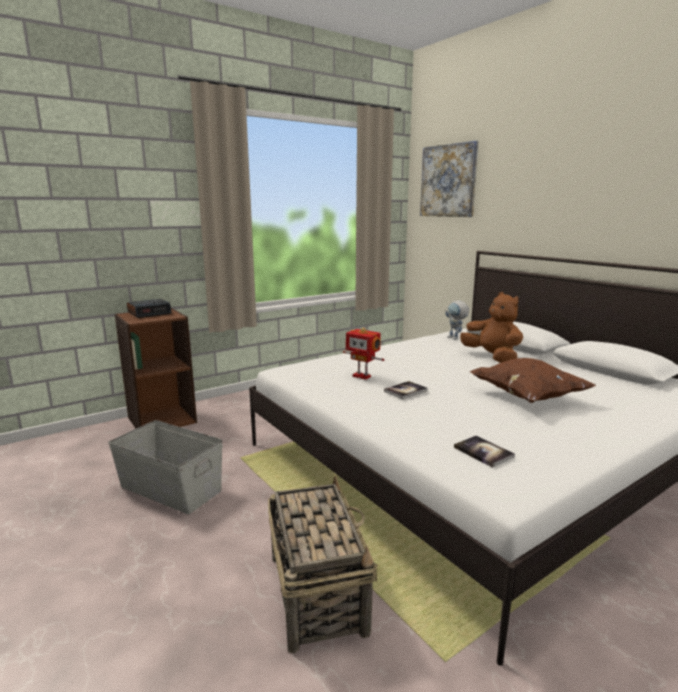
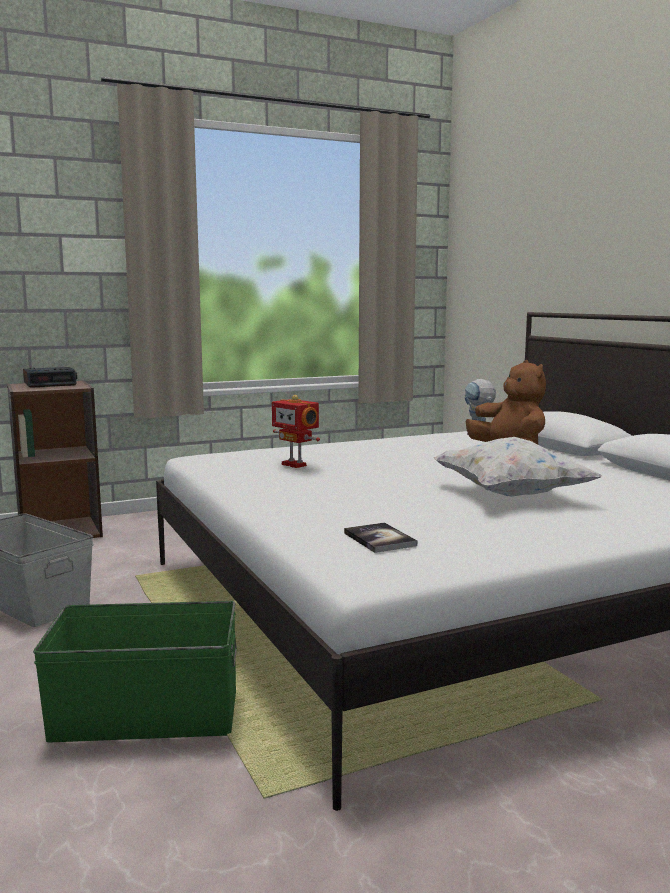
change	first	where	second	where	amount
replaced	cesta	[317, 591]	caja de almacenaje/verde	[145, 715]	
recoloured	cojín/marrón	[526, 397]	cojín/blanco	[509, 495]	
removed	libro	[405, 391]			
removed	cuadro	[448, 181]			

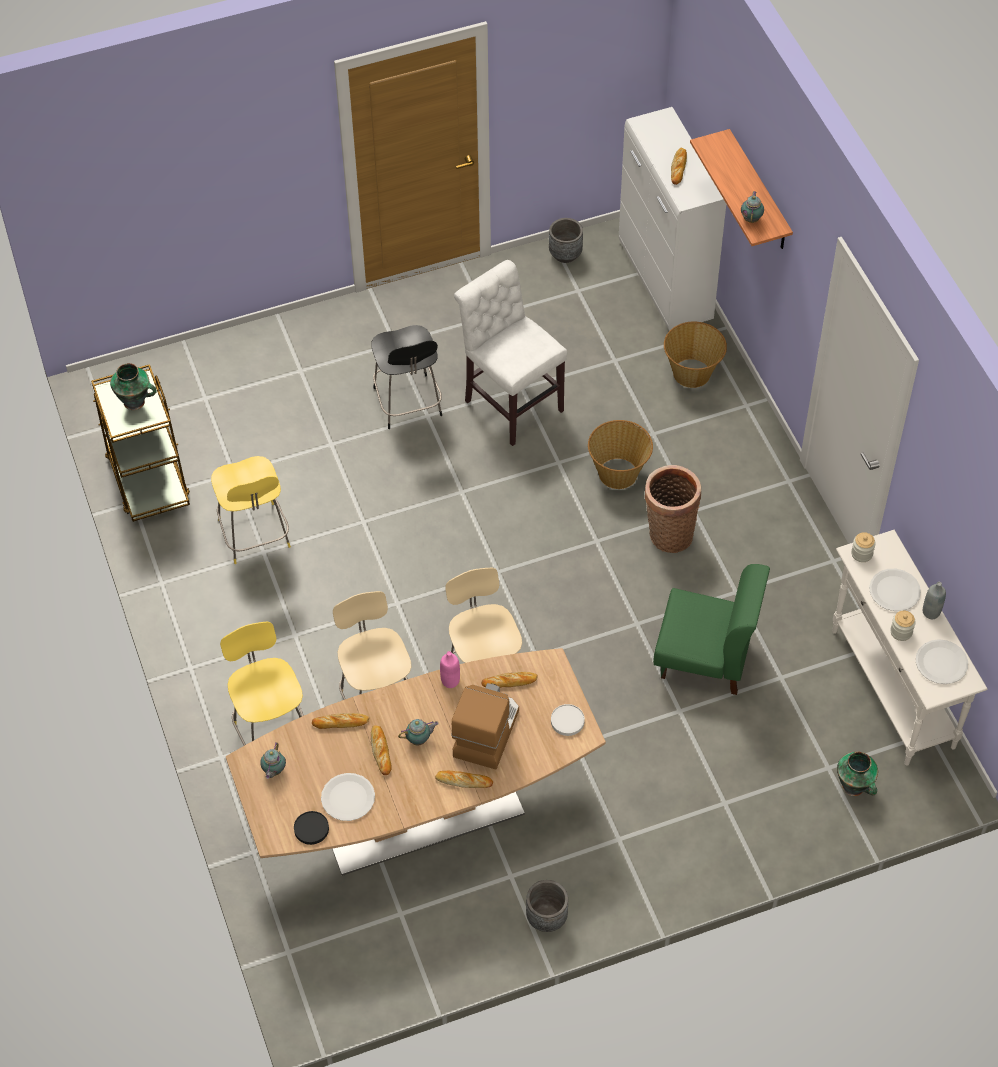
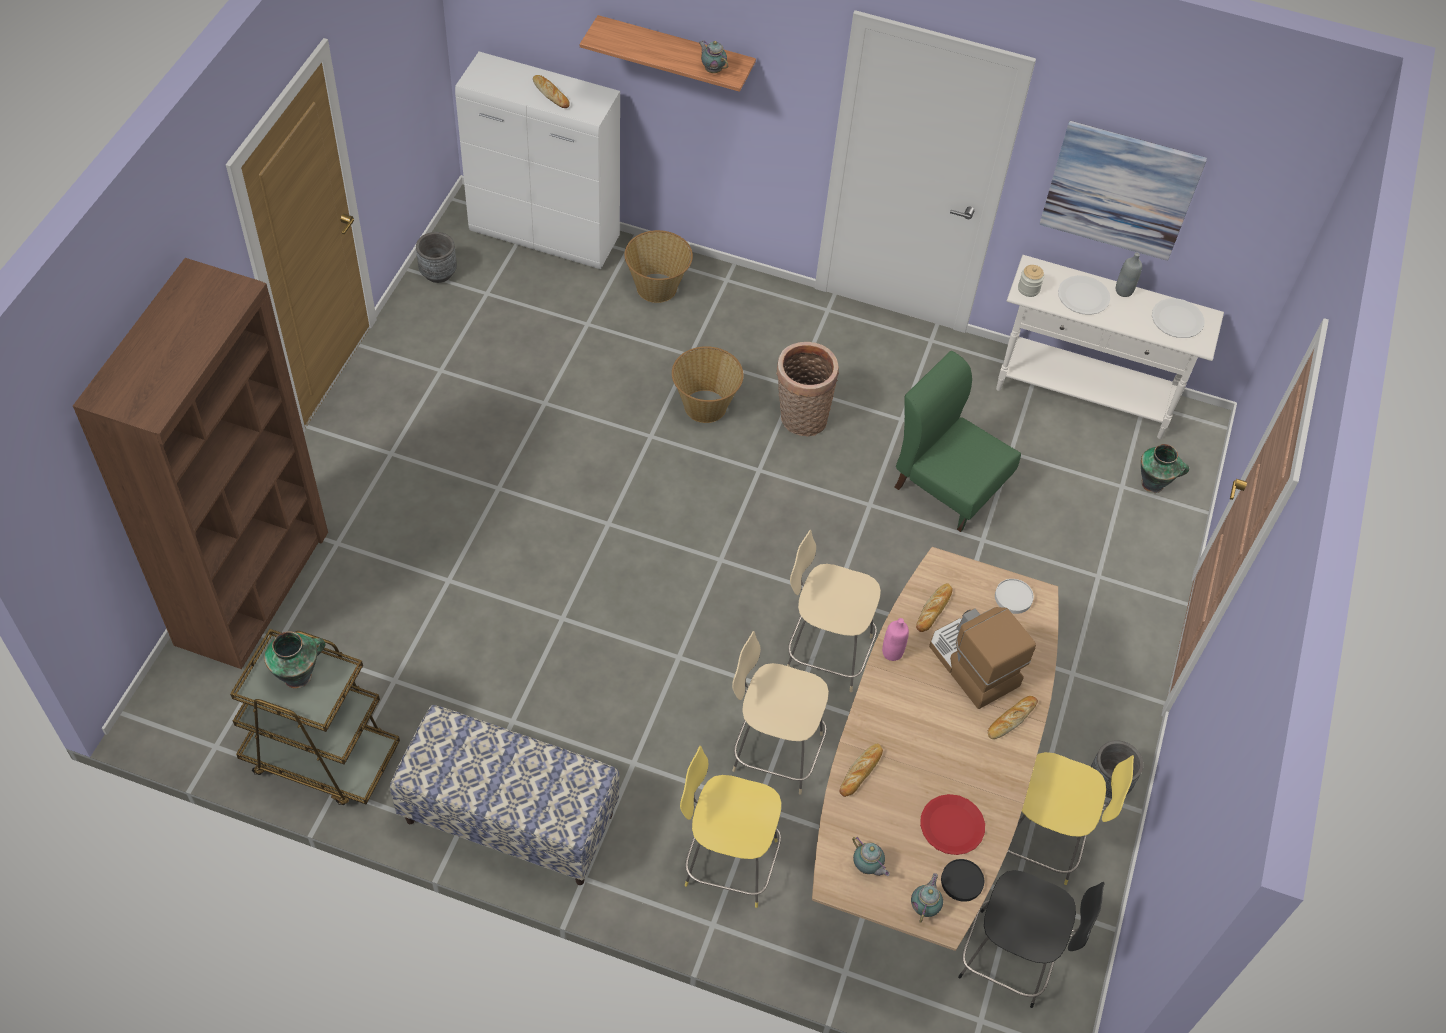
change	first	where	second	where	amount
added			estantería/marrón	[253, 586]	
added			banco	[509, 818]	
turned	silla/verde	[705, 658]		[947, 486]	105 degrees counterclockwise
moved	tetera	[419, 739]		[924, 907]	
recoloured	plato/blanco	[348, 798]	plato/rojo	[952, 825]	
moved	taburete/negro	[408, 404]		[1010, 960]	
moved	taburete/amarillo	[255, 536]		[1042, 842]	
added			cuadro	[1120, 190]	
removed	pan	[381, 751]			
removed	silla/blanco	[510, 403]			
removed	tarro	[901, 632]			

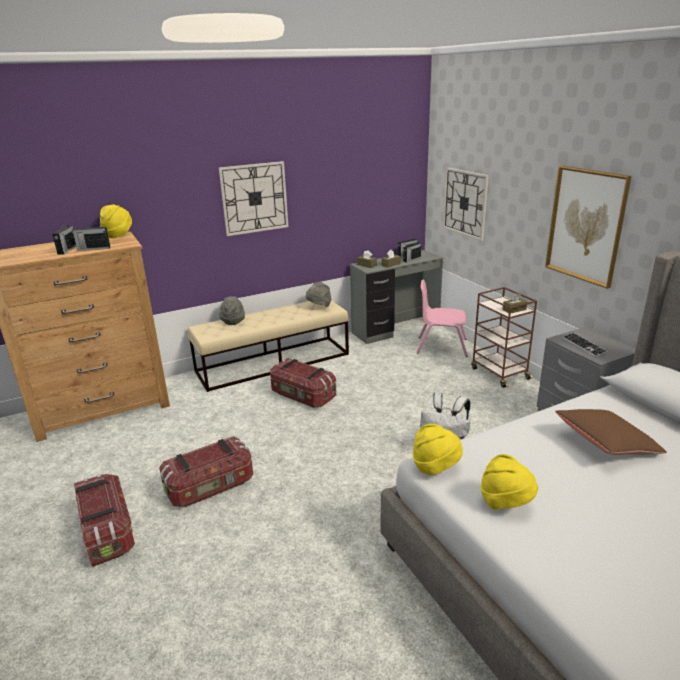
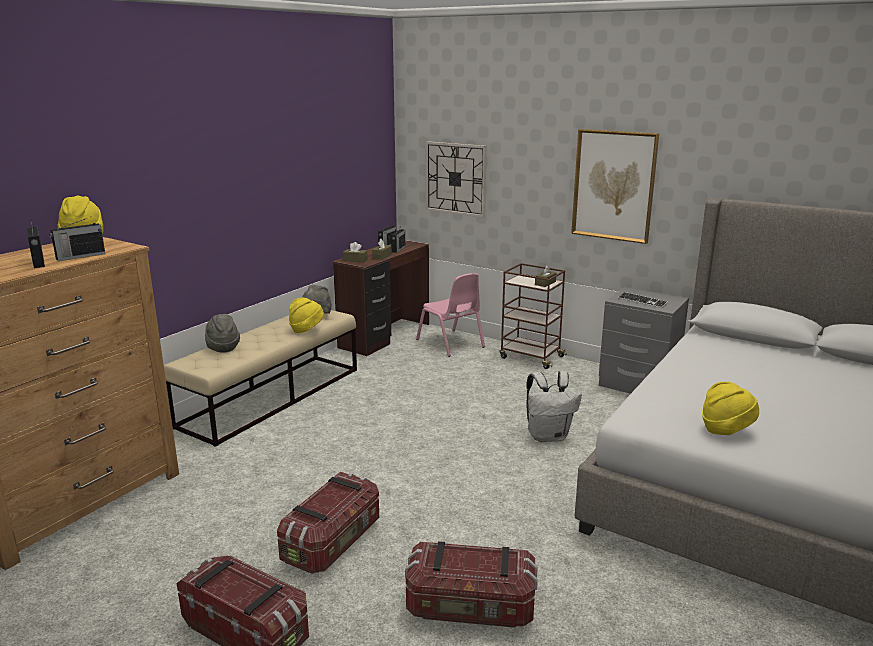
change	first	where	second	where	amount
moved	sombrero/amarillo	[435, 467]		[306, 330]	
recoloured	escritorio/gris	[396, 329]	escritorio/marrón	[386, 336]	
moved	caja de almacenaje	[302, 396]		[470, 608]	
turned	silla/rosa	[441, 346]		[450, 343]	105 degrees counterclockwise
removed	reloj de pared	[254, 198]			
removed	cojín/marrón	[606, 444]			

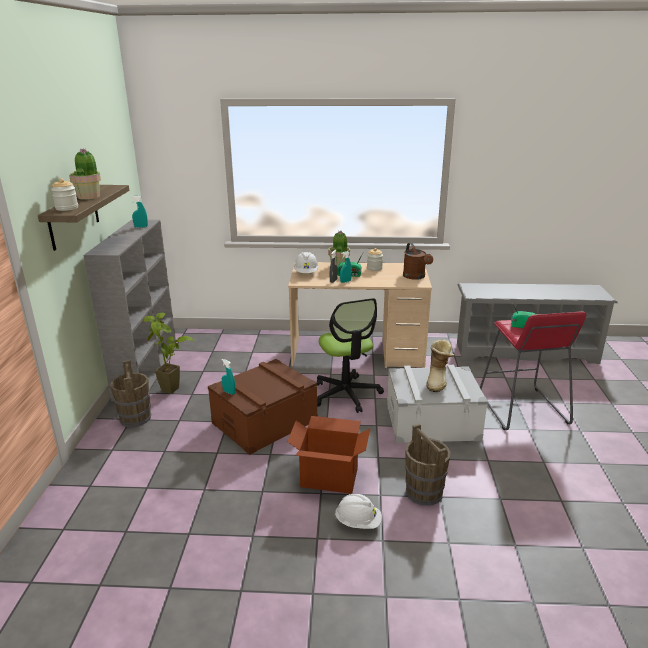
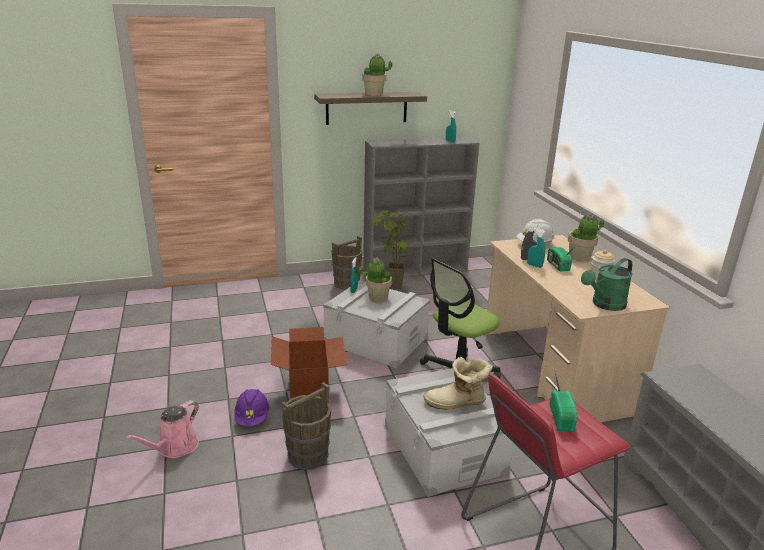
change	first	where	second	where	amount
added			regadera/rosa	[175, 448]	
recoloured	casco/blanco	[358, 522]	casco/morado	[252, 418]	
recoloured	caja de almacenaje/marrón	[264, 421]	caja de almacenaje/gris	[376, 340]	
added			planta en maceta	[377, 297]	
recoloured	regadera/marrón	[416, 277]	regadera/verde	[605, 305]	
removed	tarro	[67, 208]			

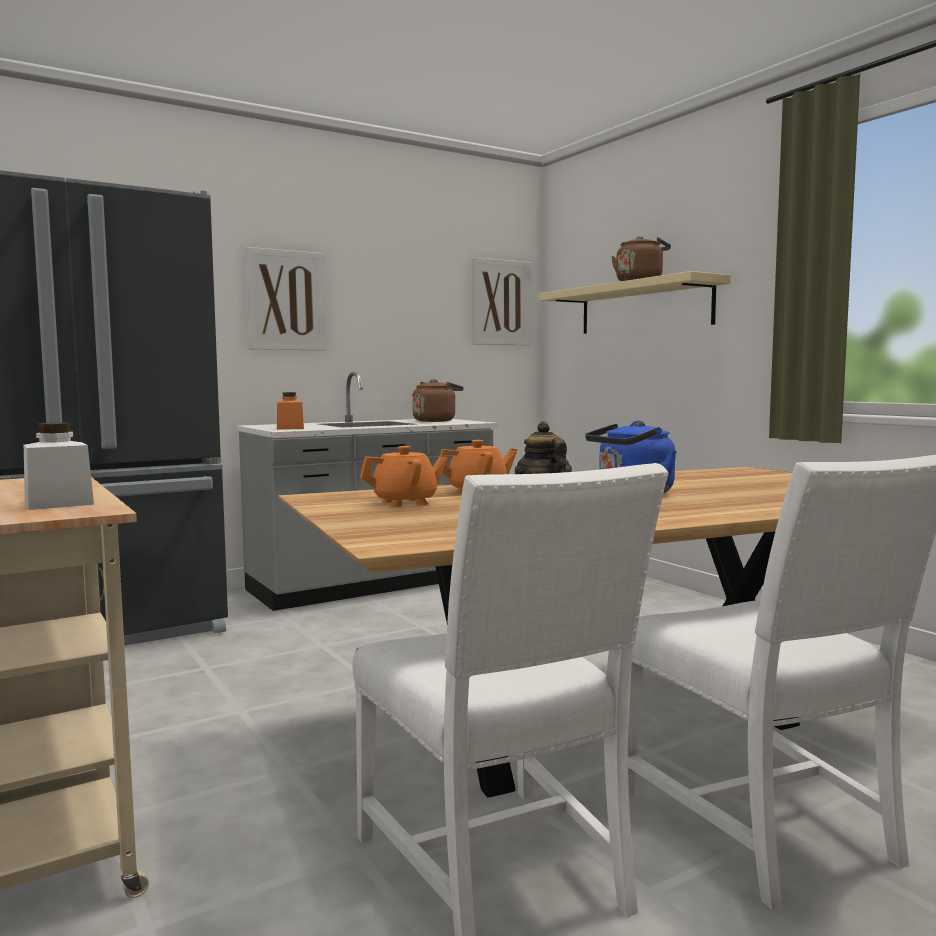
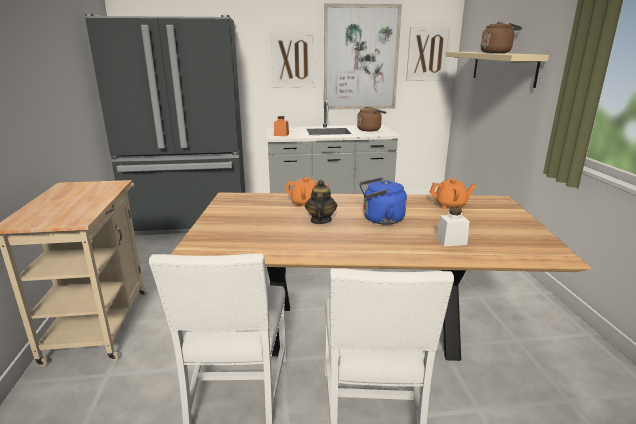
change	first	where	second	where	amount
added			cuadro	[361, 58]	
moved	tetera/naranja	[405, 502]		[450, 205]	
moved	tarro/blanco	[59, 504]		[451, 241]	

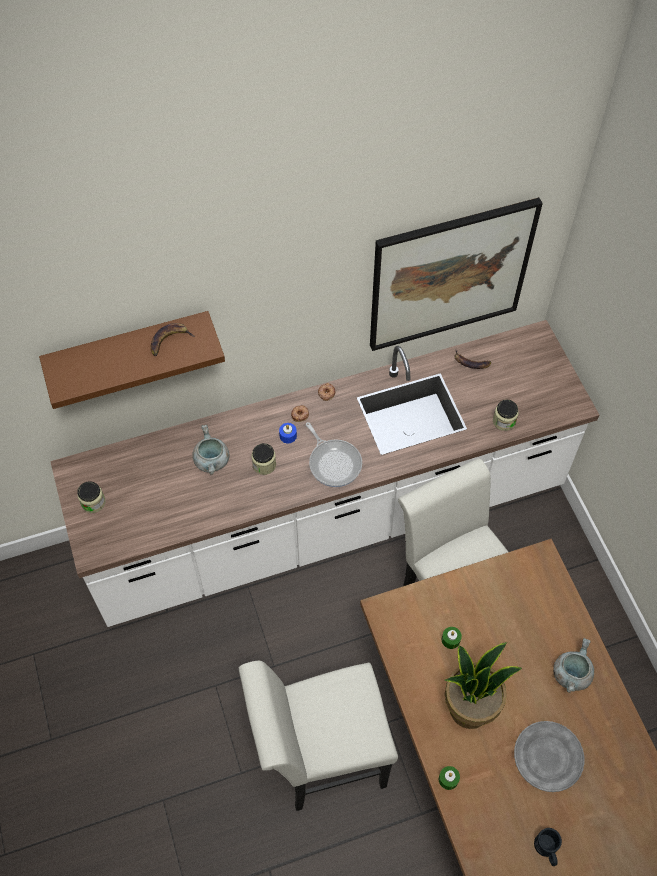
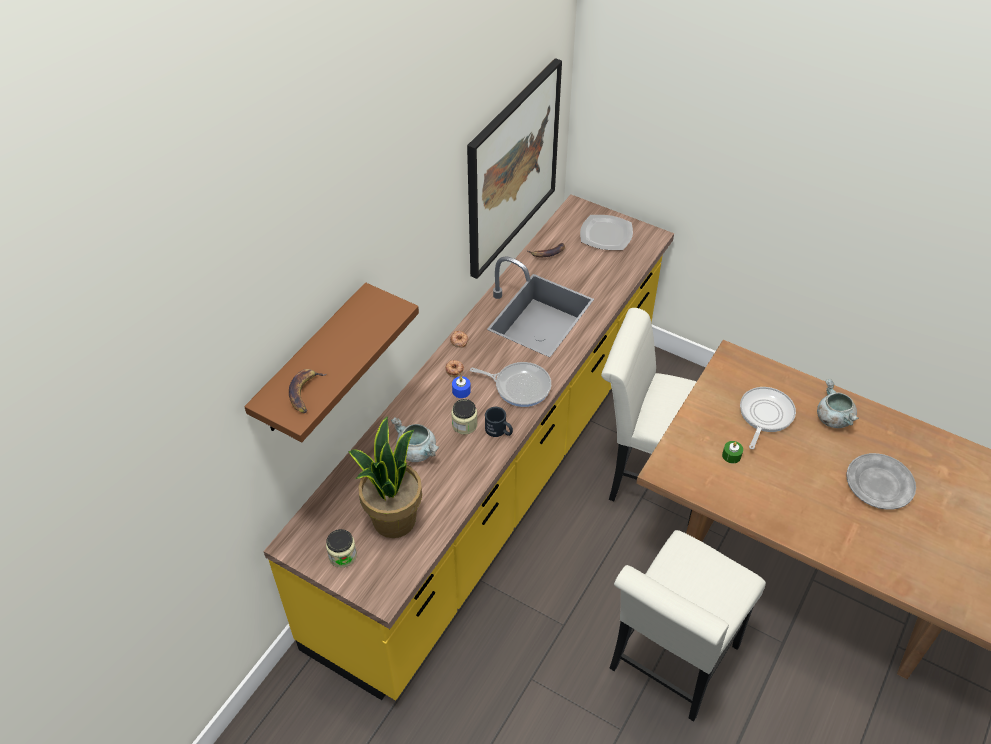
change	first	where	second	where	amount
recoloured	mueble bajo de cocina/blanco	[328, 519]	mueble bajo de cocina/amarillo	[495, 482]	
moved	plátano	[169, 340]		[305, 392]	
moved	planta en maceta	[469, 707]		[393, 519]	
moved	taza grande/negro	[547, 850]		[499, 431]	
added			plato	[606, 235]	
added			sartén	[764, 415]	
removed	vela/verde	[448, 779]			
removed	tarro	[504, 421]			

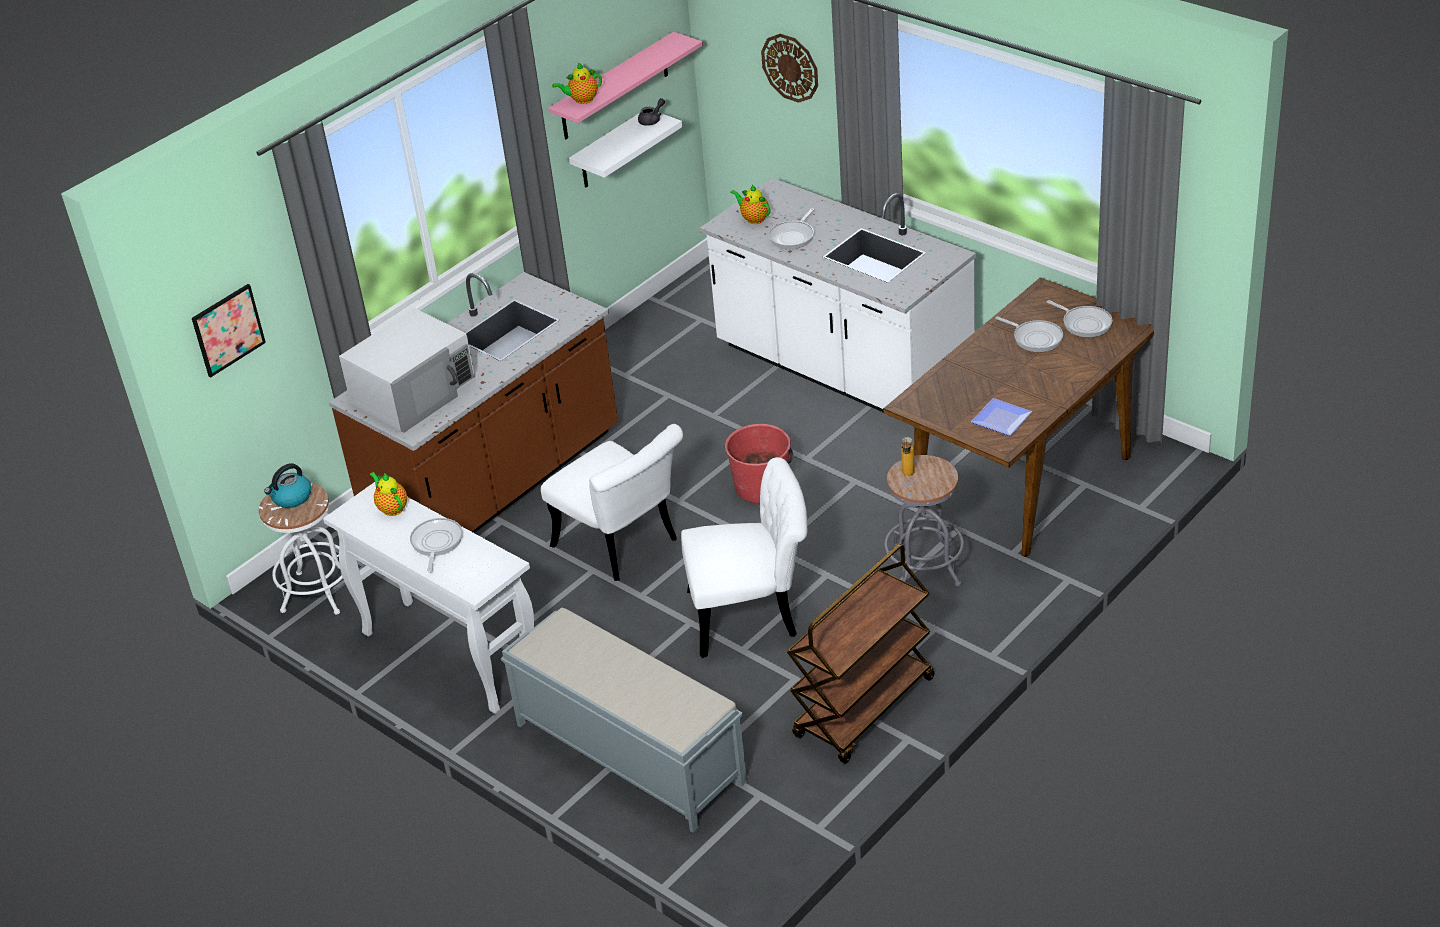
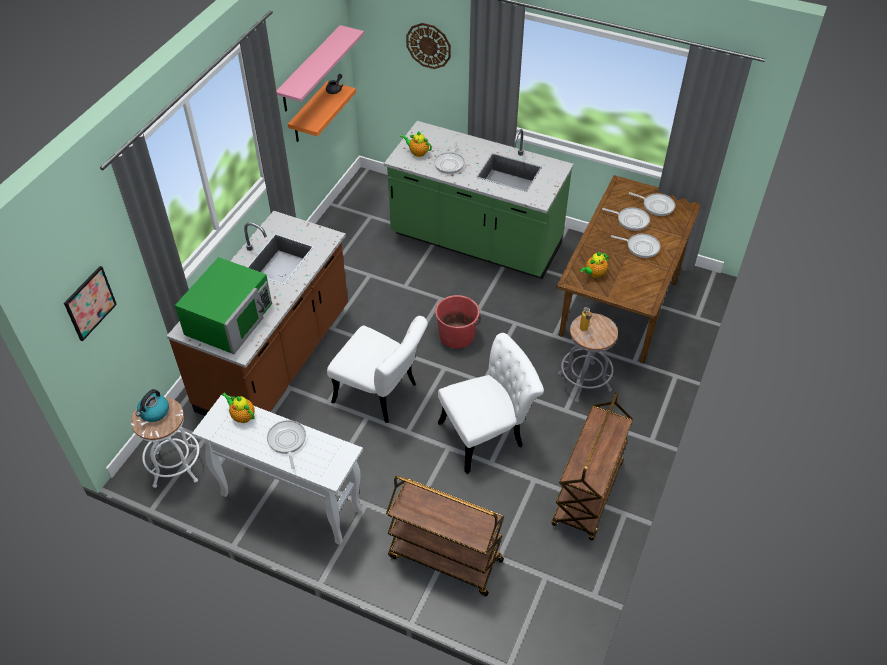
change	first	where	second	where	amount
recoloured	microondas/blanco	[414, 392]	microondas/verde	[229, 319]	
recoloured	estante/blanco	[610, 150]	estante/naranja	[309, 113]	
recoloured	mueble bajo de cocina/blanco	[842, 369]	mueble bajo de cocina/verde	[475, 242]	
replaced	banco/gris	[628, 752]	carrito/marrón	[444, 558]	
moved	tetera	[582, 100]		[594, 274]	
added			sartén	[640, 247]	
removed	plato	[999, 419]			

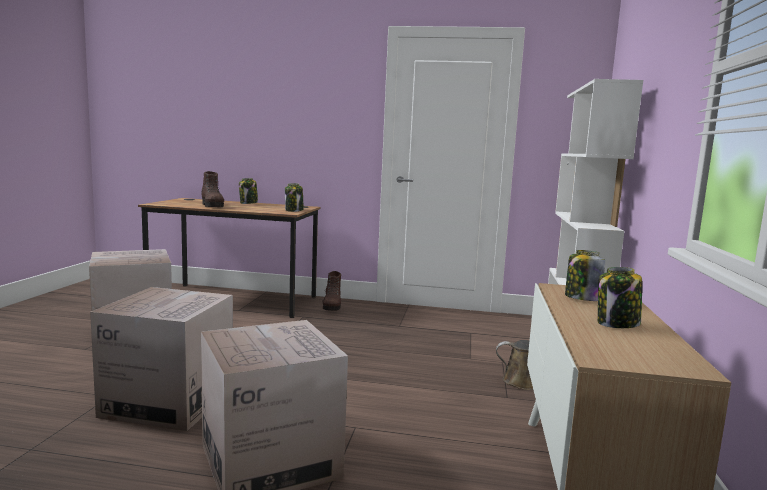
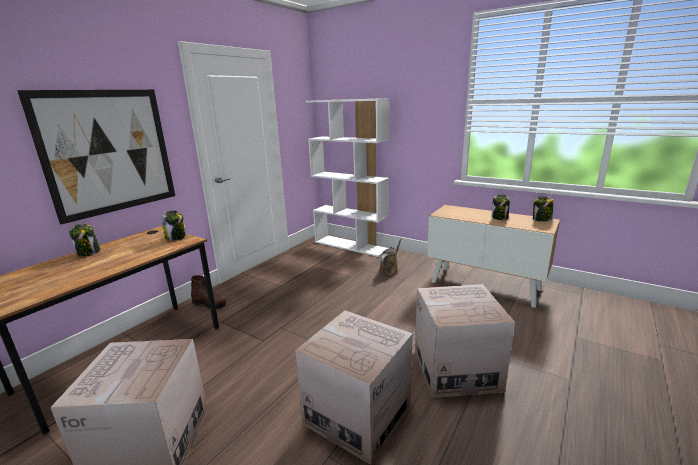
change	first	where	second	where	amount
added			cuadro	[109, 152]	
moved	tarro	[582, 298]		[541, 220]	
removed	bota/marrón	[212, 206]			

